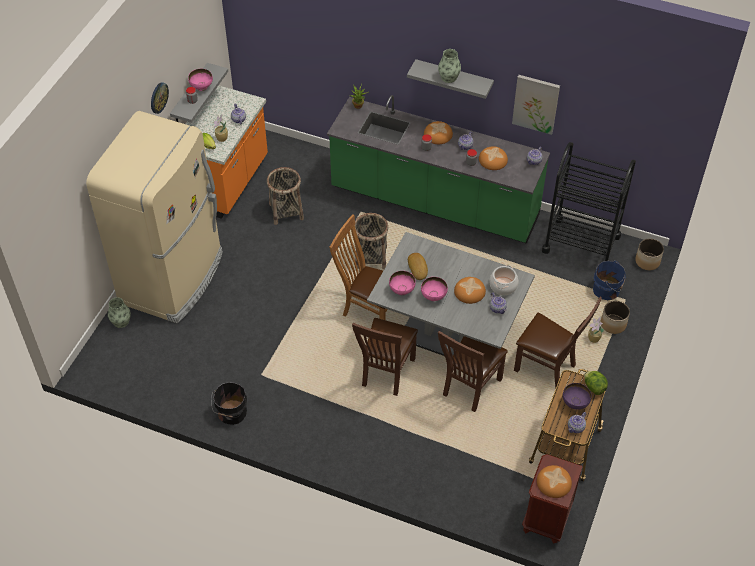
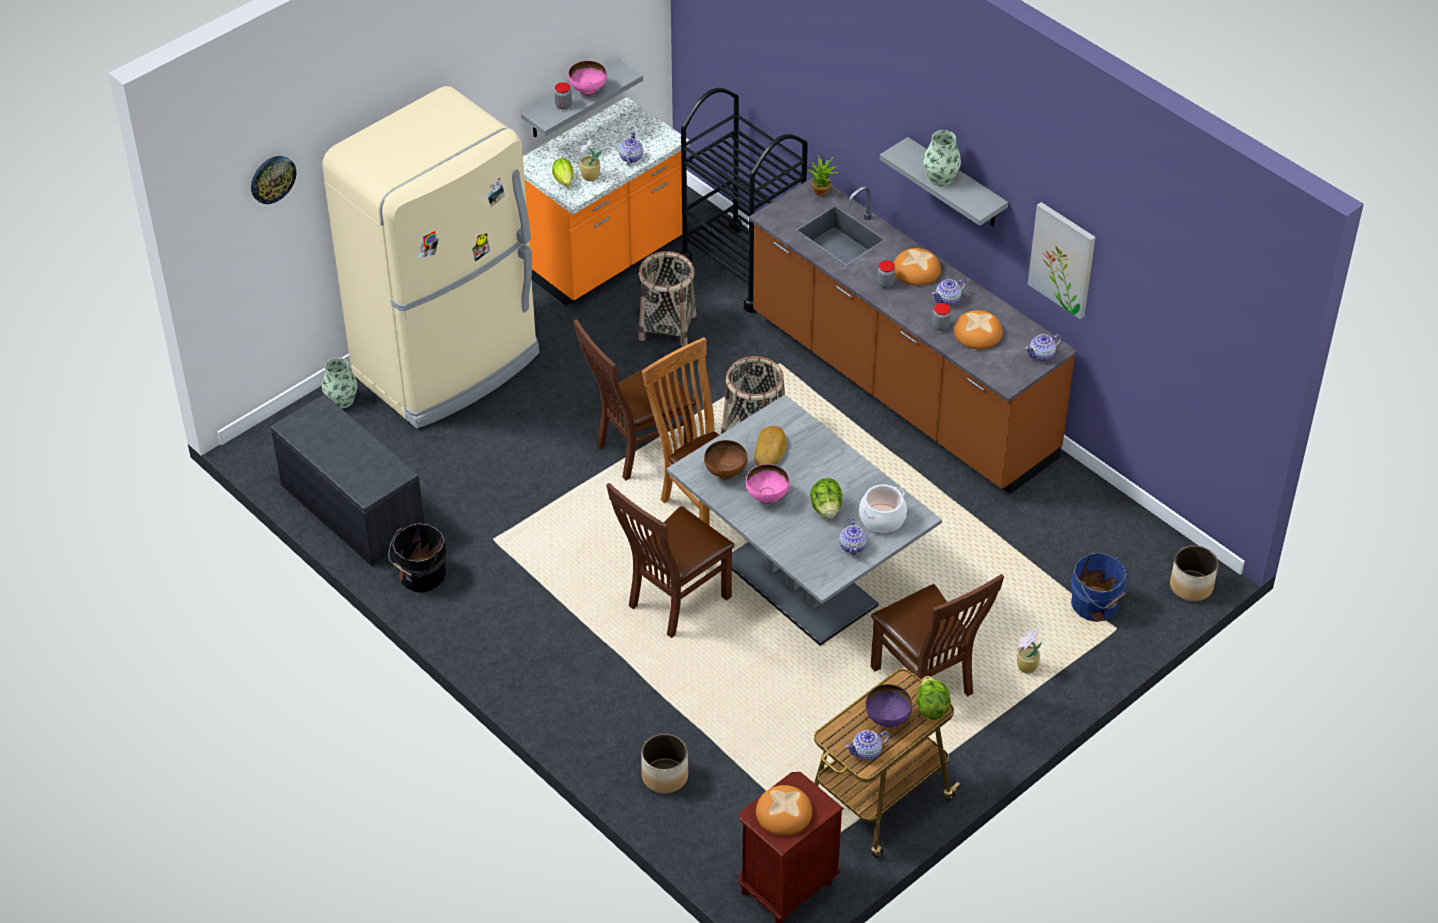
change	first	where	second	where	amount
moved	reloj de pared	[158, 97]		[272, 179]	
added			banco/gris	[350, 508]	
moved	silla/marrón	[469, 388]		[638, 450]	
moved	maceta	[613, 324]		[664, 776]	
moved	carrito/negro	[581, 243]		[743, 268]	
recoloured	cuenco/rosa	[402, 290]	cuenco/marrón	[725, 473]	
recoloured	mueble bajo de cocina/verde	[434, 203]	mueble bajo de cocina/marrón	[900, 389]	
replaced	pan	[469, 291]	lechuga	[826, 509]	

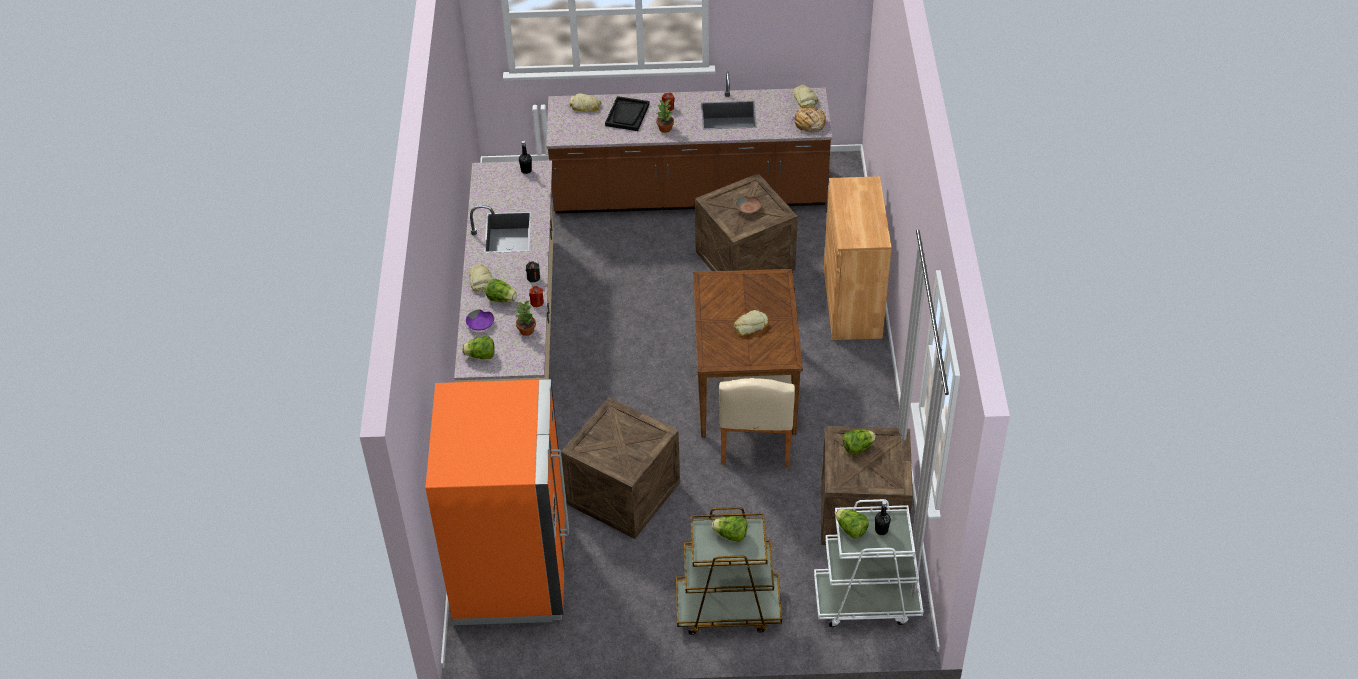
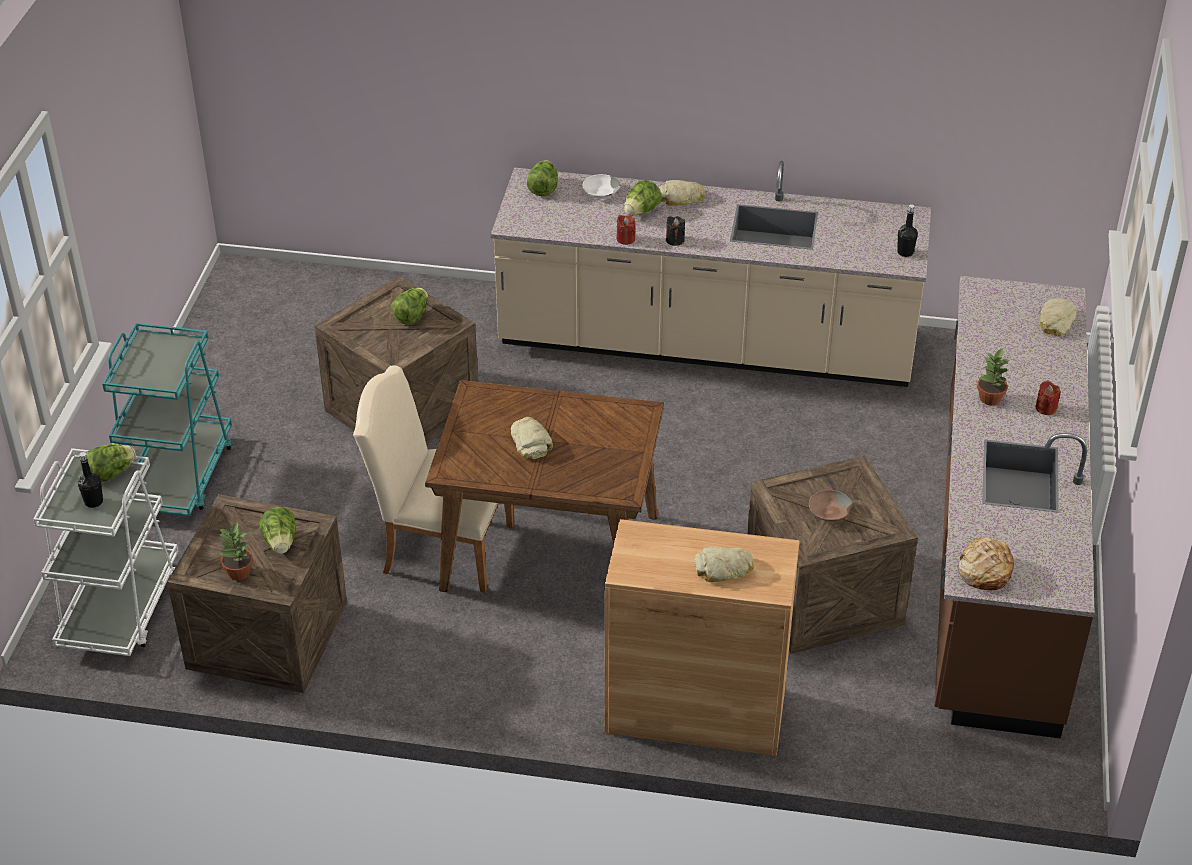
change	first	where	second	where	amount
recoloured	carrito/marrón	[727, 608]	carrito/turquesa	[179, 476]	
moved	planta en maceta	[527, 331]		[238, 572]	
moved	lechuga	[730, 535]		[412, 316]	
recoloured	cuenco/morado	[481, 324]	cuenco/blanco	[600, 192]	
moved	pan	[805, 99]		[723, 569]	
removed	nevera/naranja	[511, 571]			
removed	bandeja/negro	[627, 115]			

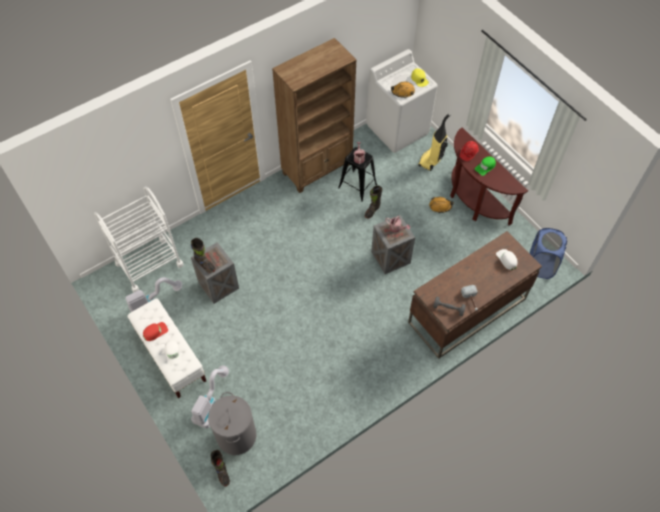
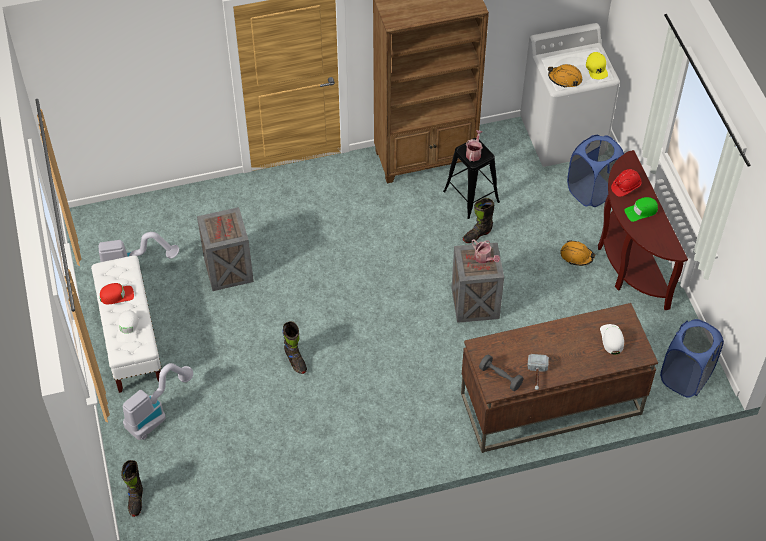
change	first	where	second	where	amount
moved	bota/negro	[205, 265]		[295, 361]	
replaced	aspiradora	[431, 160]	cesto de la ropa/azul	[592, 191]	
removed	carrito/blanco	[149, 264]			
removed	cesto de la ropa/gris	[236, 435]			

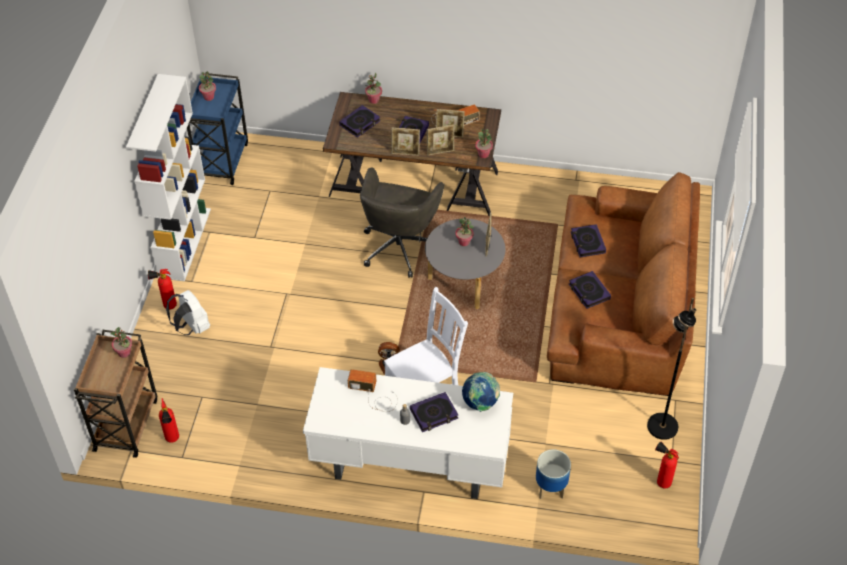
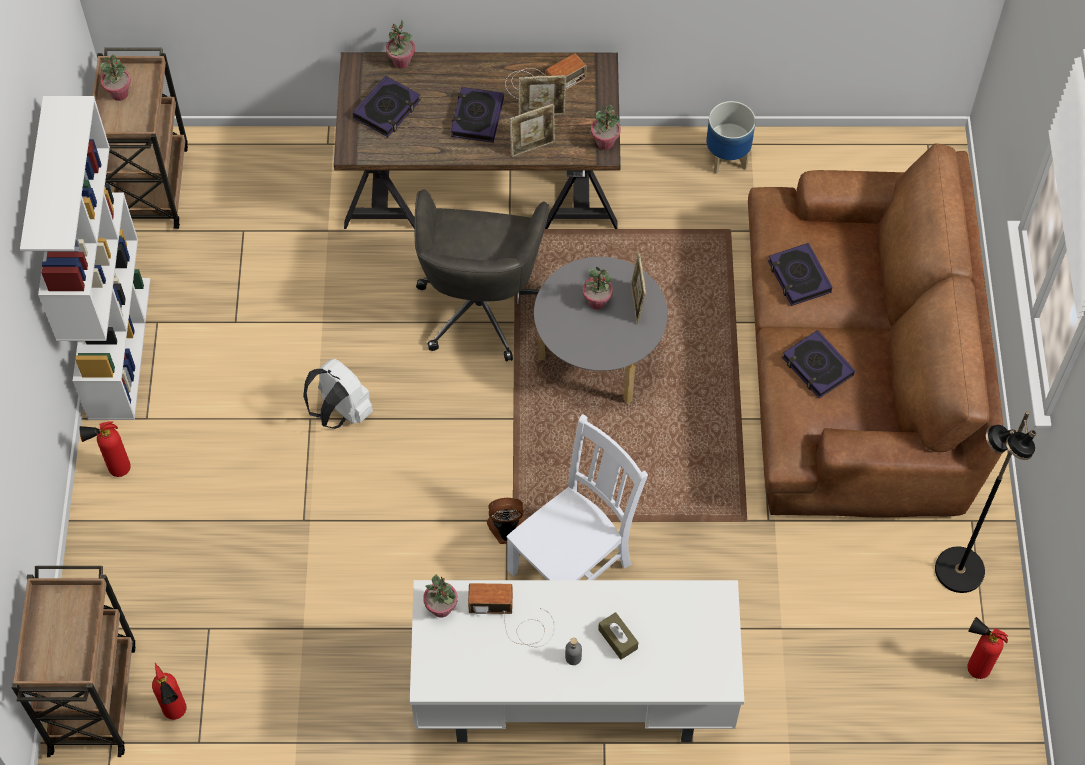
change	first	where	second	where	amount
recoloured	carrito/azul	[222, 160]	carrito/marrón	[151, 184]	
moved	mochila/blanco	[192, 327]		[341, 412]	
moved	planta en maceta	[124, 353]		[441, 608]	
replaced	libro	[434, 414]	caja de pañuelos/marrón	[618, 639]	
moved	maceta	[550, 488]		[726, 158]	
removed	portarretratos	[405, 153]			
removed	globo terráqueo	[480, 403]			

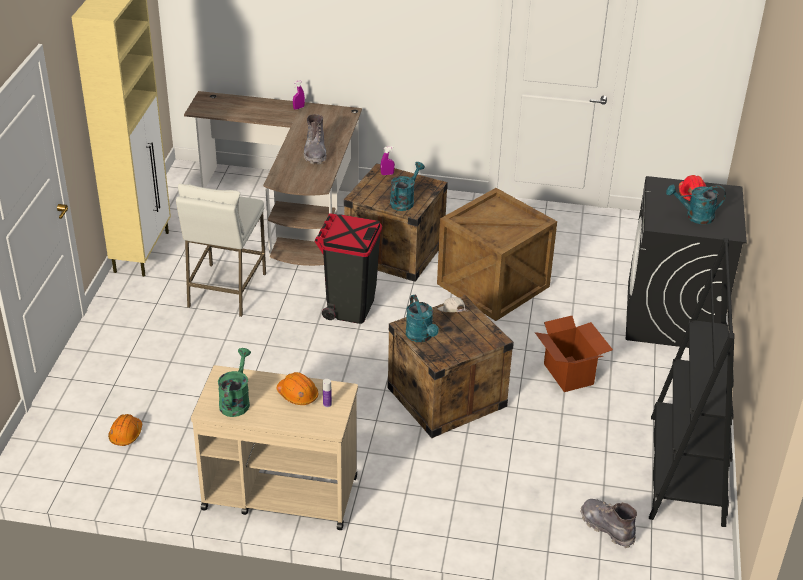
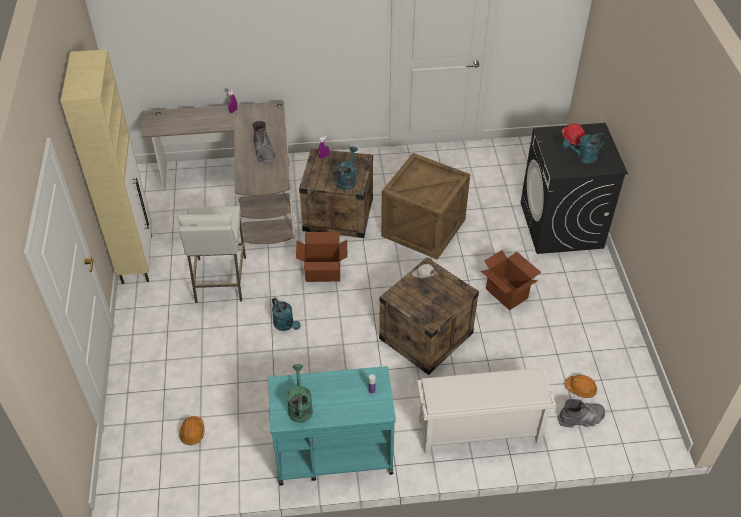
change	first	where	second	where	amount
recoloured	carrito/beis	[279, 492]	carrito/turquesa	[333, 453]	
moved	regadera/turquesa	[421, 337]		[286, 325]	
replaced	papelera/negro	[350, 307]	caja de cartón	[323, 272]	
added			zapatero/blanco	[478, 432]	
turned	bota/gris	[607, 527]		[581, 418]	135 degrees clockwise
moved	casco/naranja	[298, 395]		[580, 388]	
removed	estantería/negro	[686, 470]			

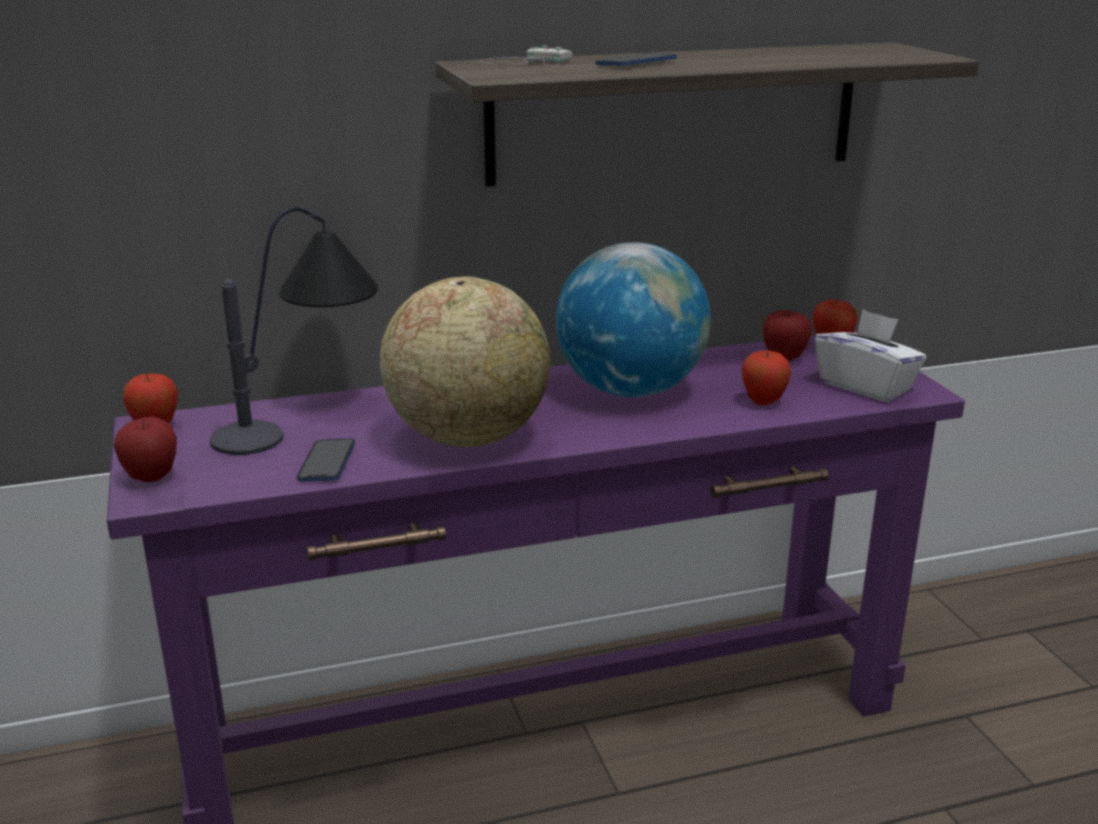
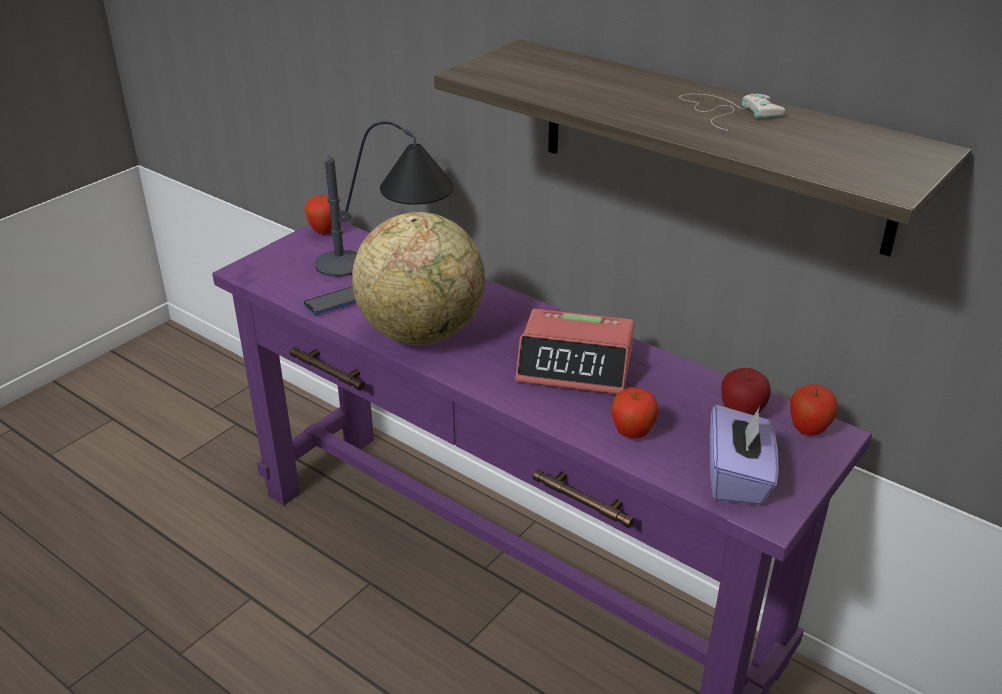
change	first	where	second	where	amount
replaced	globo terráqueo	[630, 390]	despertador	[576, 365]	
moved	mando de consola/blanco	[529, 65]		[726, 111]	
recoloured	caja de pañuelos/blanco	[866, 386]	caja de pañuelos/morado	[737, 478]	
removed	manzana	[151, 477]			
removed	móvil	[636, 63]			

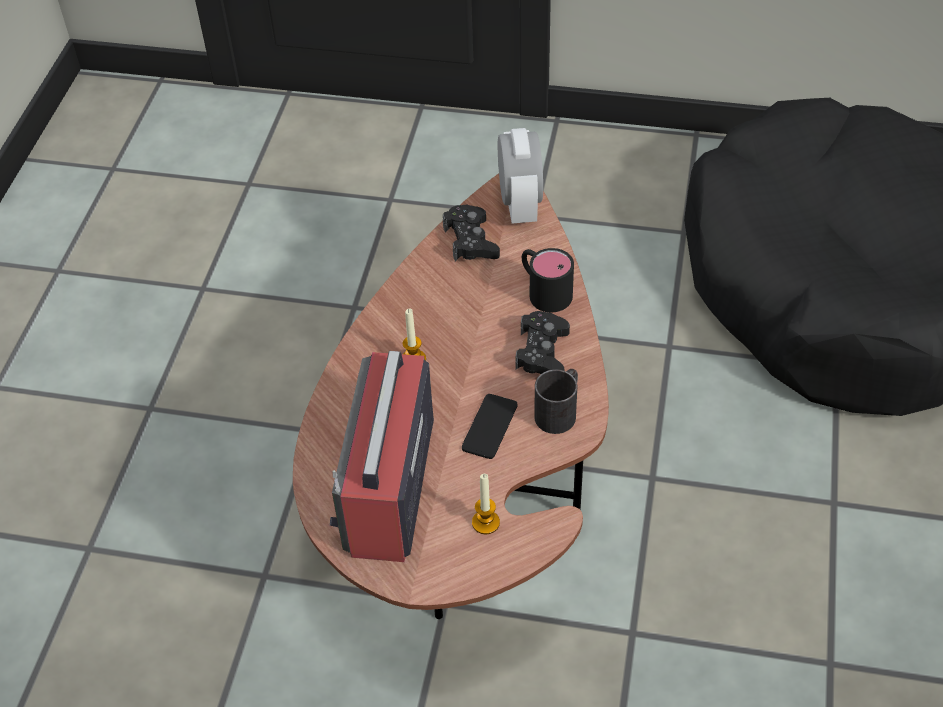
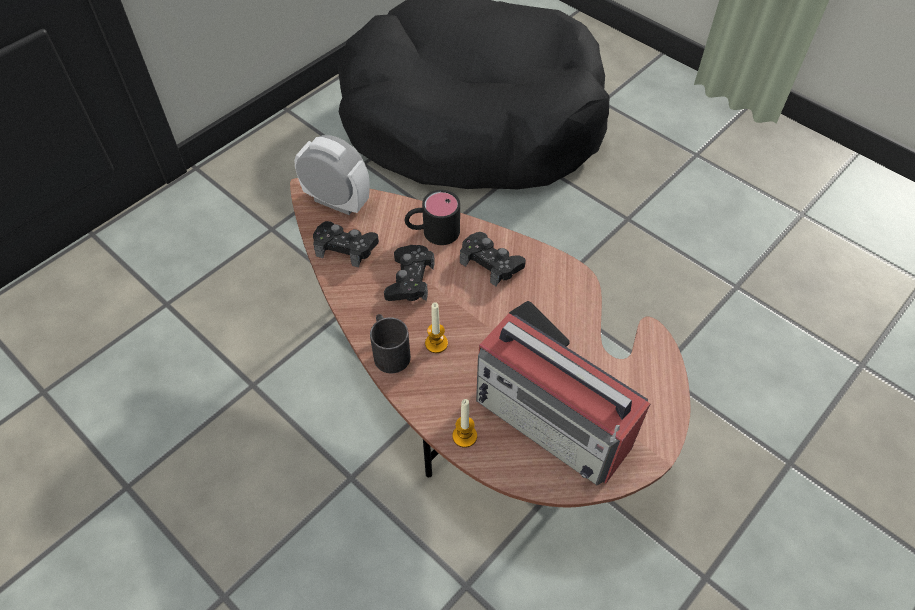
change	first	where	second	where	amount
moved	taza grande/negro	[560, 411]		[389, 351]	
added			mando de consola/negro	[410, 280]	
moved	vela	[485, 522]		[464, 436]	

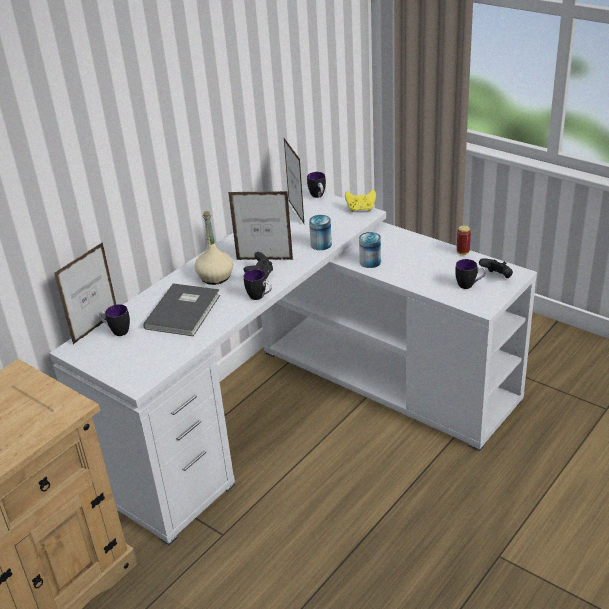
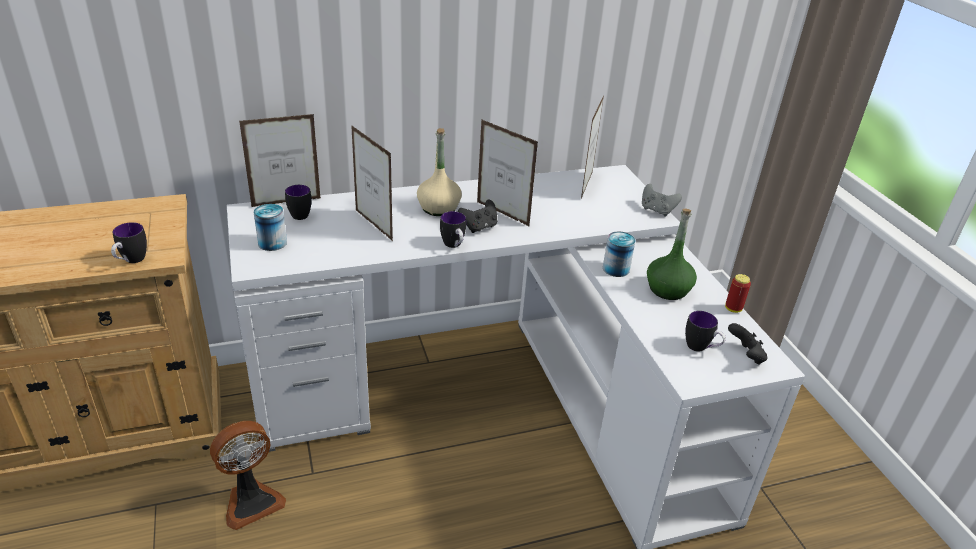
change	first	where	second	where	amount
moved	taza grande	[318, 196]		[131, 261]	
added			ventilador	[251, 501]	
moved	lata	[321, 244]		[272, 243]	
replaced	libro/gris	[185, 311]	portarretratos	[373, 225]	
recoloured	mando de consola/amarillo	[361, 209]	mando de consola/gris	[657, 210]	
added			botella/verde	[667, 289]	

